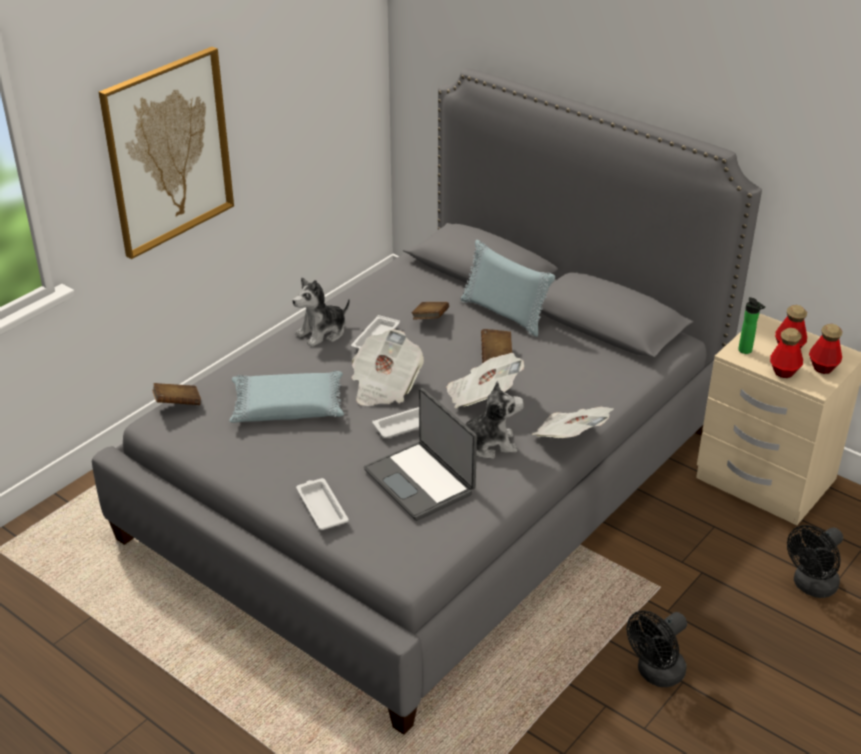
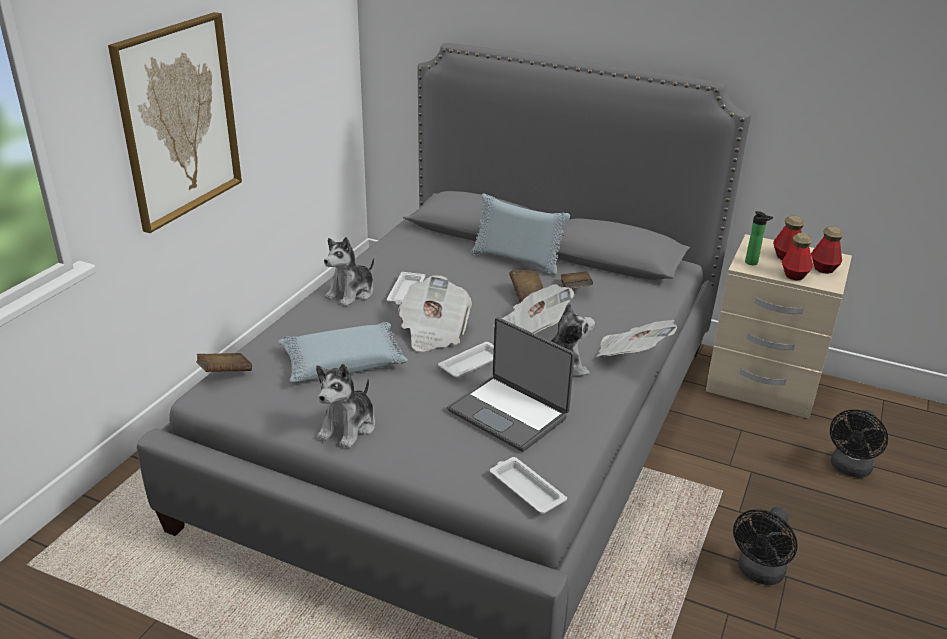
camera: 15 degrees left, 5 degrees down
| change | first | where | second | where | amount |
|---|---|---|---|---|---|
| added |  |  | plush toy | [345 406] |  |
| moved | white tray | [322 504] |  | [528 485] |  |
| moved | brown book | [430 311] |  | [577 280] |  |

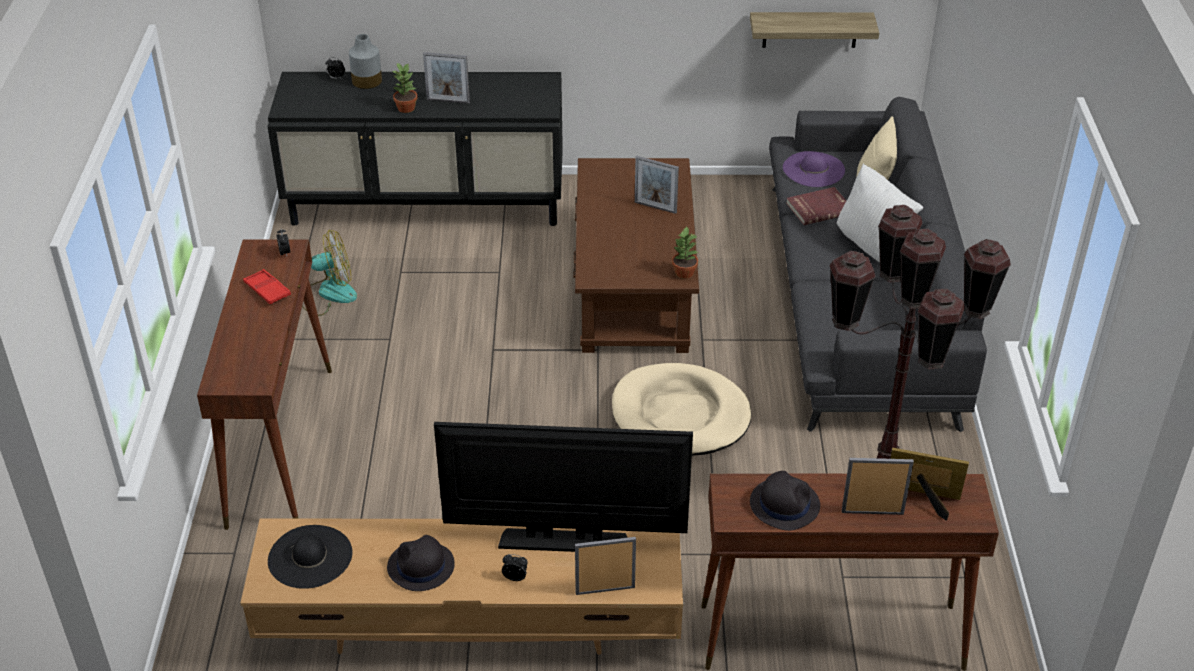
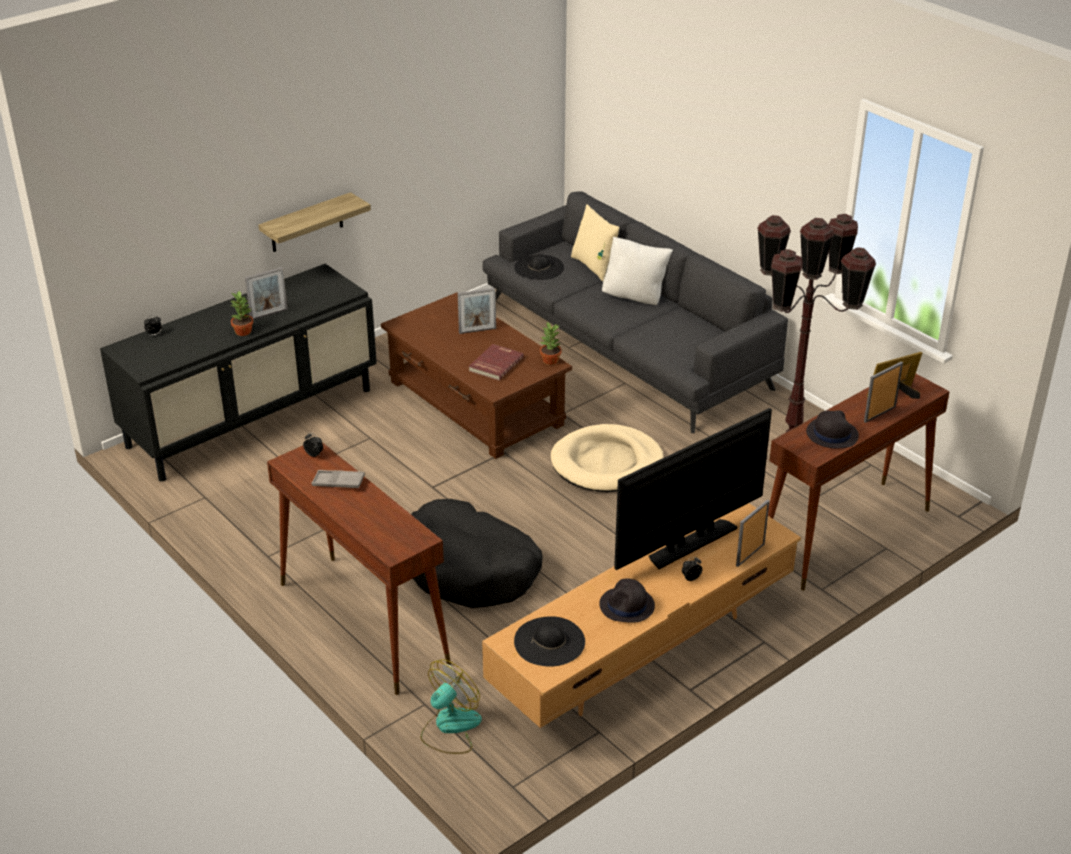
camera: 40 degrees left, 5 degrees down
| change | first | where | second | where | amount |
|---|---|---|---|---|---|
| removed | grey vase | [365 61] |  |  |  |
| added |  |  | black dog bed | [476 553] |  |
| moved | fan | [329 273] |  | [451 706] |  |
| moved | shelf | [814 30] |  | [314 222] |  |
| moved | red book | [816 206] |  | [496 362] |  |
| recoloured | red tray | [267 286] | grey tray | [338 479] |  |
| recoloured | purple hat | [814 169] | black hat | [539 267] |  |

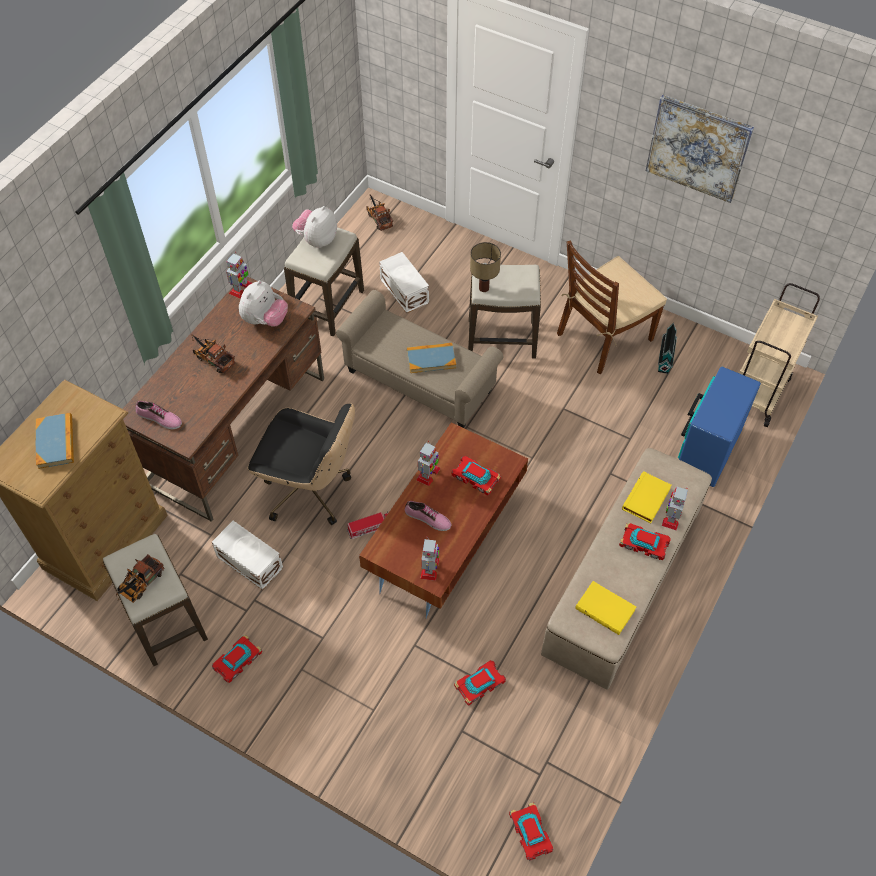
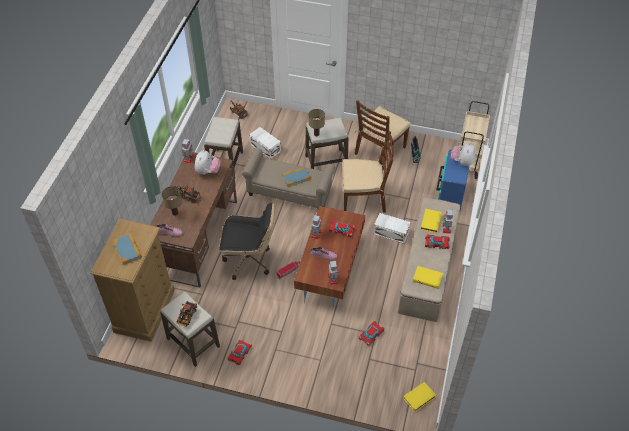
camera: 15 degrees left, 5 degrees down
| change | first | where | second | where | amount |
|---|---|---|---|---|---|
| removed | picture | [700 149] |  |  |  |
| added |  |  | table lamp | [172 201] |  |
| added |  |  | brown chair | [368 172] |  |
| moved | white storage box | [247 555] |  | [391 228] |  |
| moved | plush toy | [314 227] |  | [463 154] |  |
| replaced | toy car | [531 832] | yellow book | [419 397] |  |

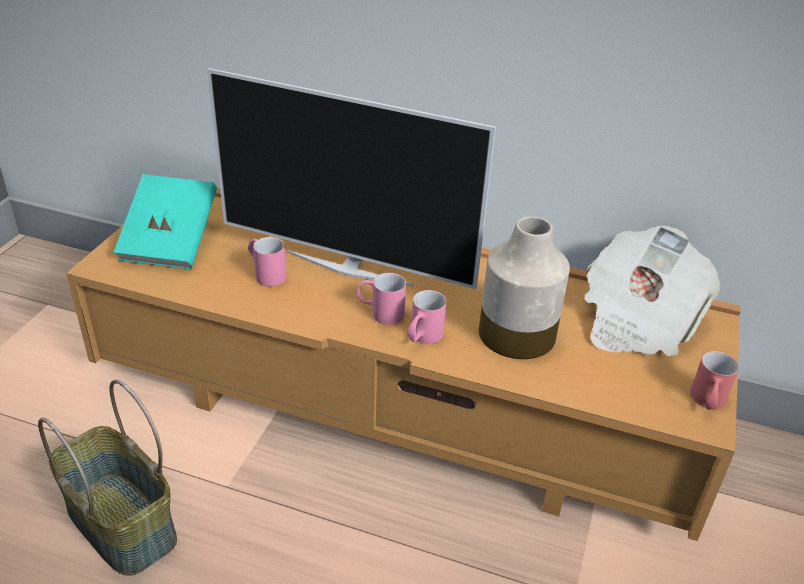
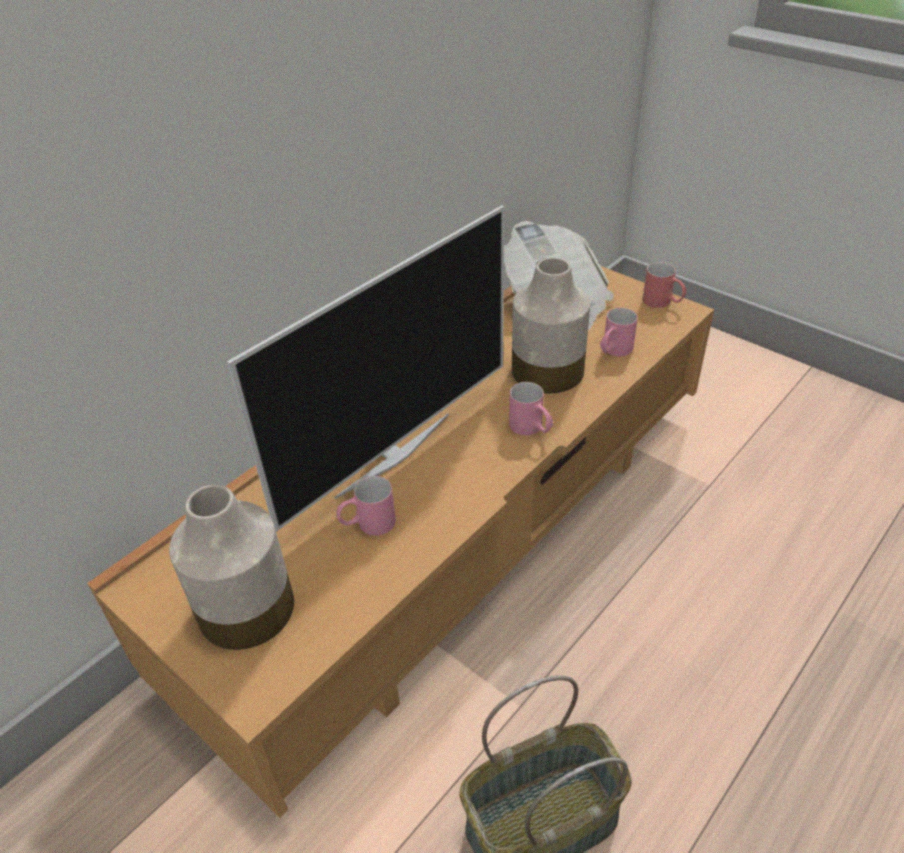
camera: 65 degrees left, 5 degrees up
| change | first | where | second | where | amount |
|---|---|---|---|---|---|
| moved | pink mug | [381 299] |  | [619 332] |  |
| replaced | turquoise book | [165 221] | beige vase | [231 567] |  |

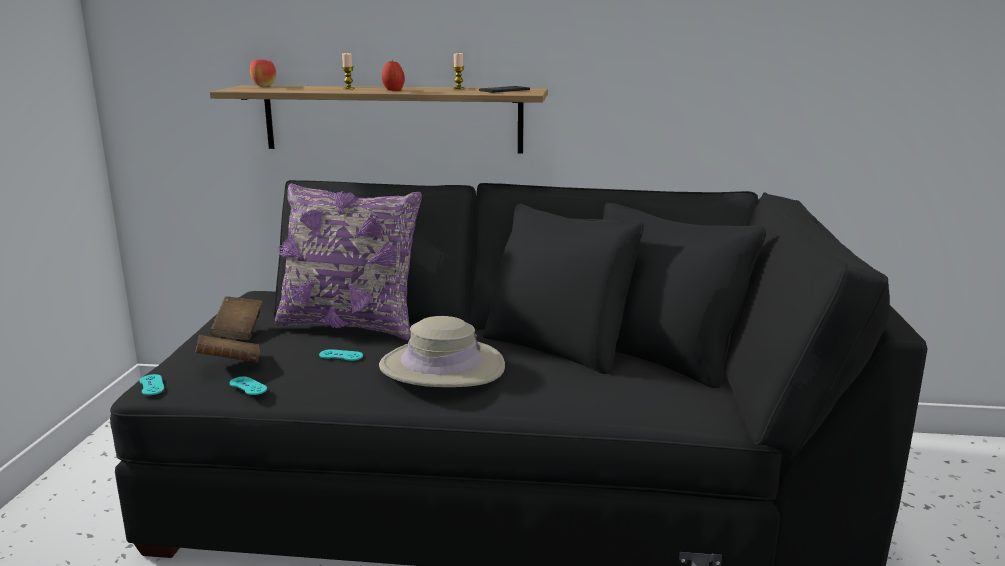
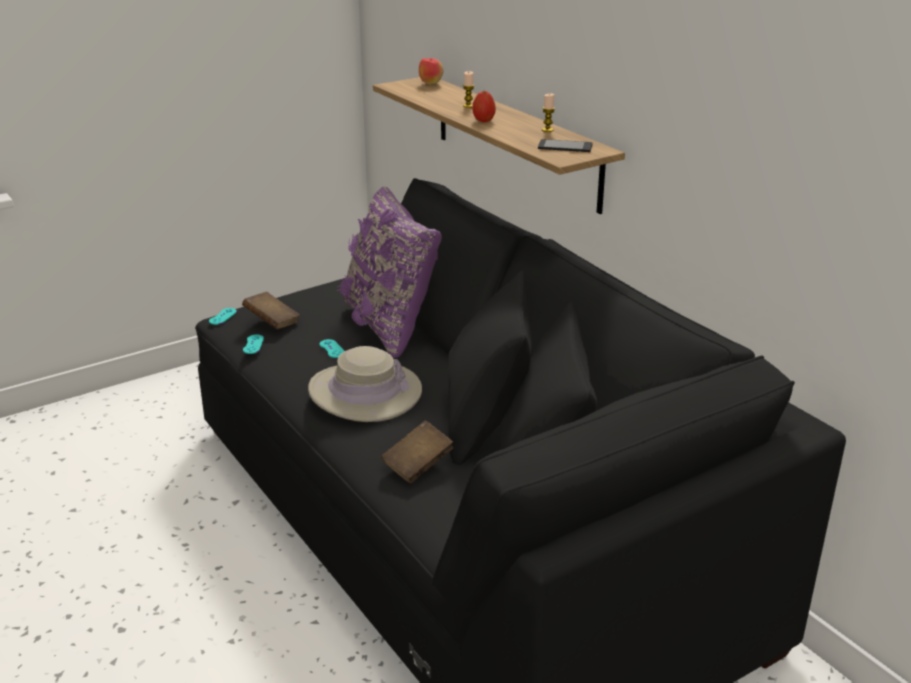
camera: 50 degrees right, 10 degrees up
| change | first | where | second | where | amount |
|---|---|---|---|---|---|
| moved | brown book | [236 318] |  | [417 452] |  |

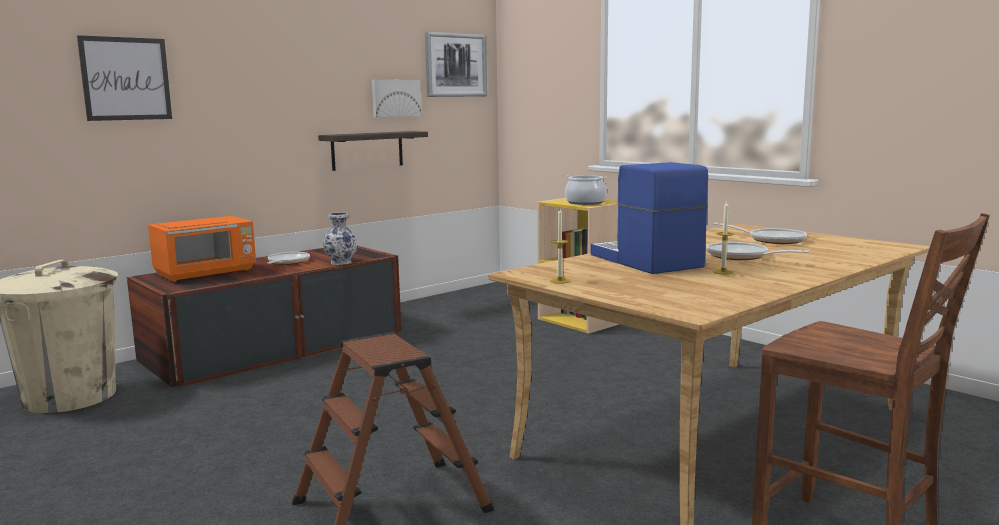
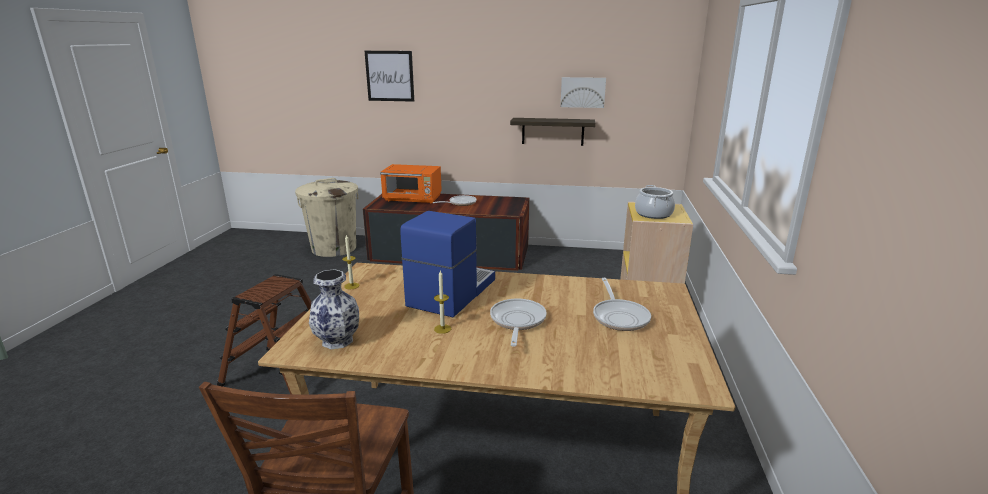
camera: 50 degrees right, 10 degrees up
| change | first | where | second | where | amount |
|---|---|---|---|---|---|
| removed | picture | [456 64] |  |  |  |
| moved | vase | [340 238] |  | [334 309] |  |

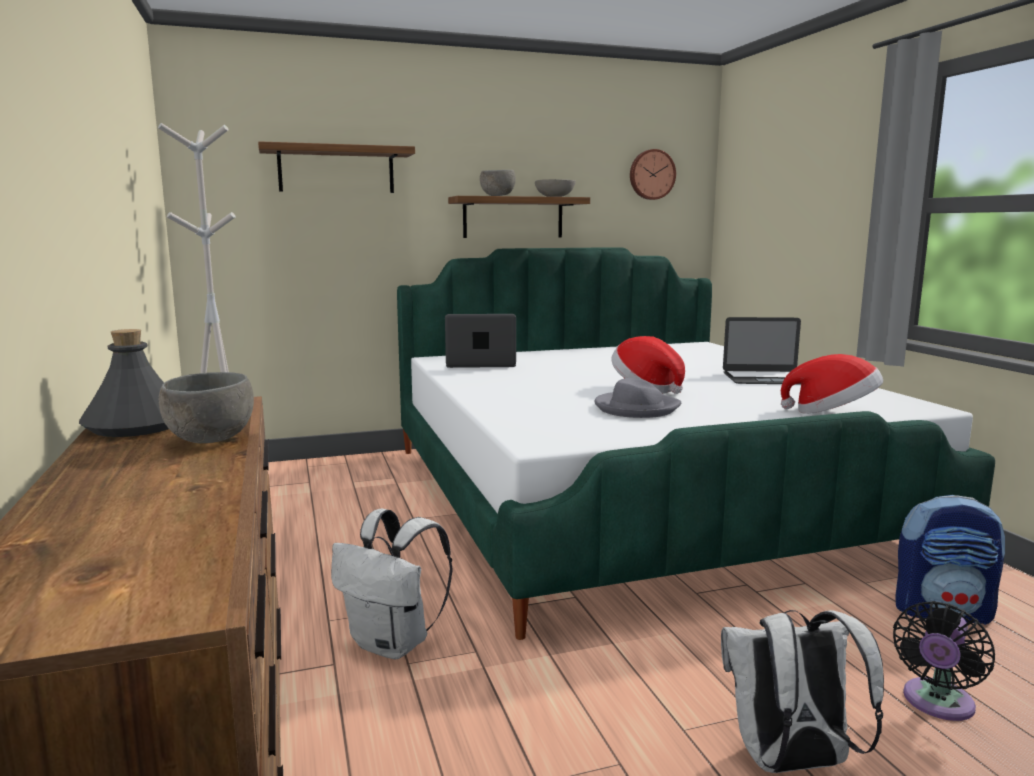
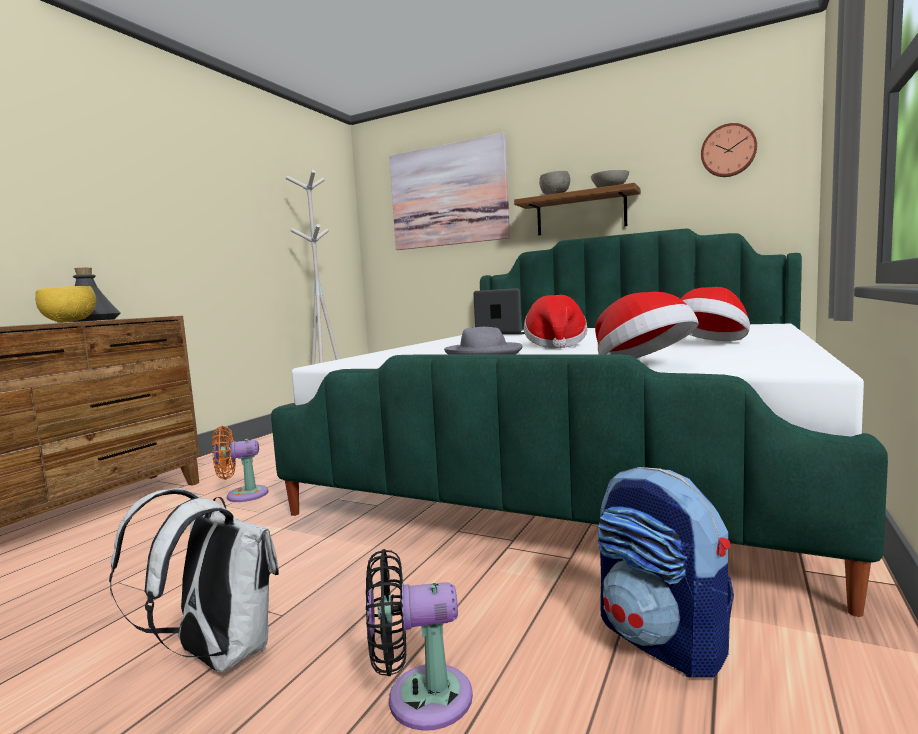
camera: 45 degrees right, 5 degrees down
| change | first | where | second | where | amount |
|---|---|---|---|---|---|
| replaced | shelf | [336 167] | picture | [449 191] |  |
| replaced | white backpack | [392 584] | orange fan | [240 464] |  |
| replaced | laptop | [762 351] | hat | [715 314] |  |
| recoloured | grey bowl | [206 407] | yellow bowl | [65 304] |  |

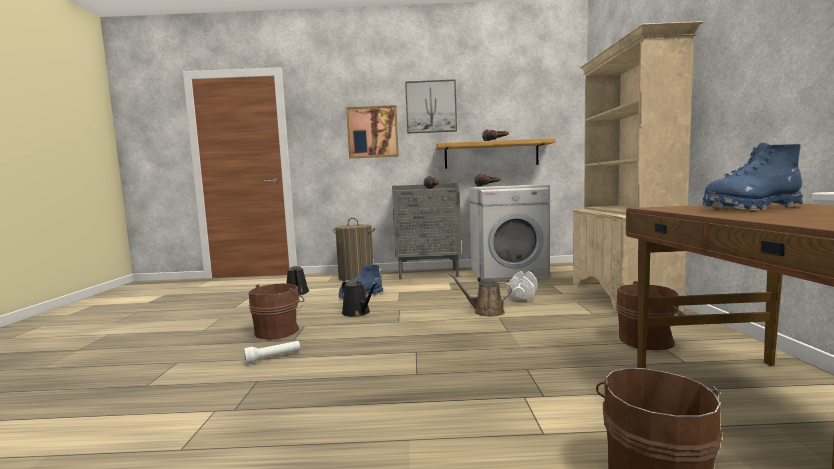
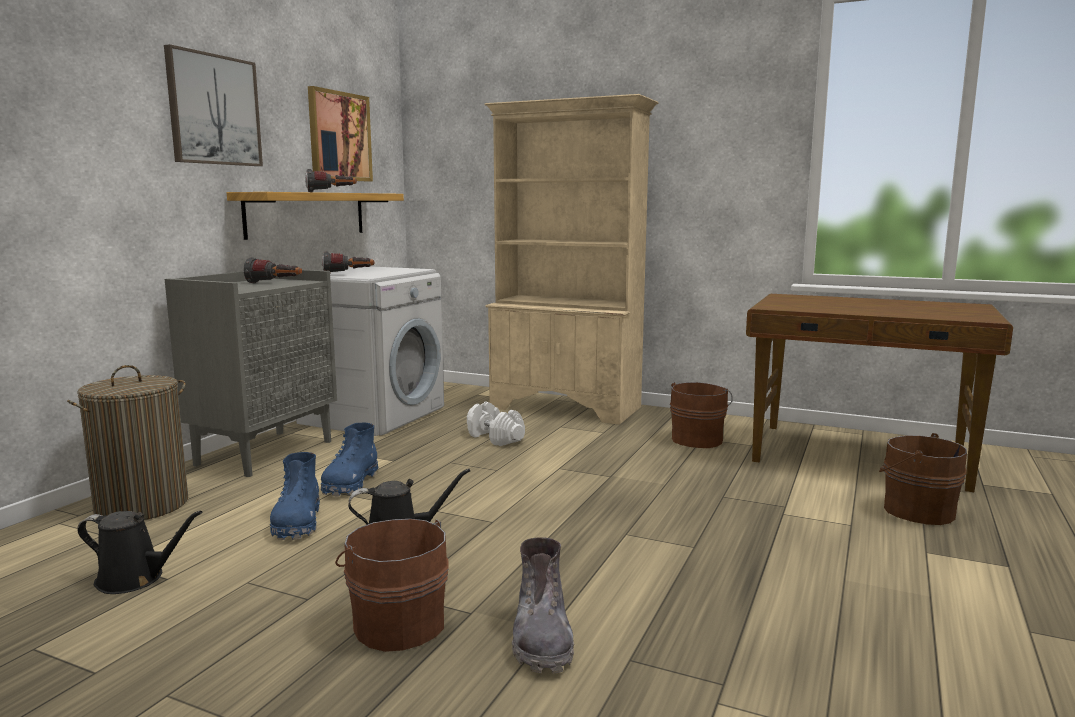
camera: 65 degrees left, 5 degrees up
| change | first | where | second | where | amount |
|---|---|---|---|---|---|
| removed | brown watering can | [480 295] |  |  |  |
| moved | picture | [372 132] |  | [340 134] |  |
| moved | blue boot | [753 176] |  | [349 460] |  |
| replaced | white flashlight | [272 353] | grey boot | [543 605] |  |

